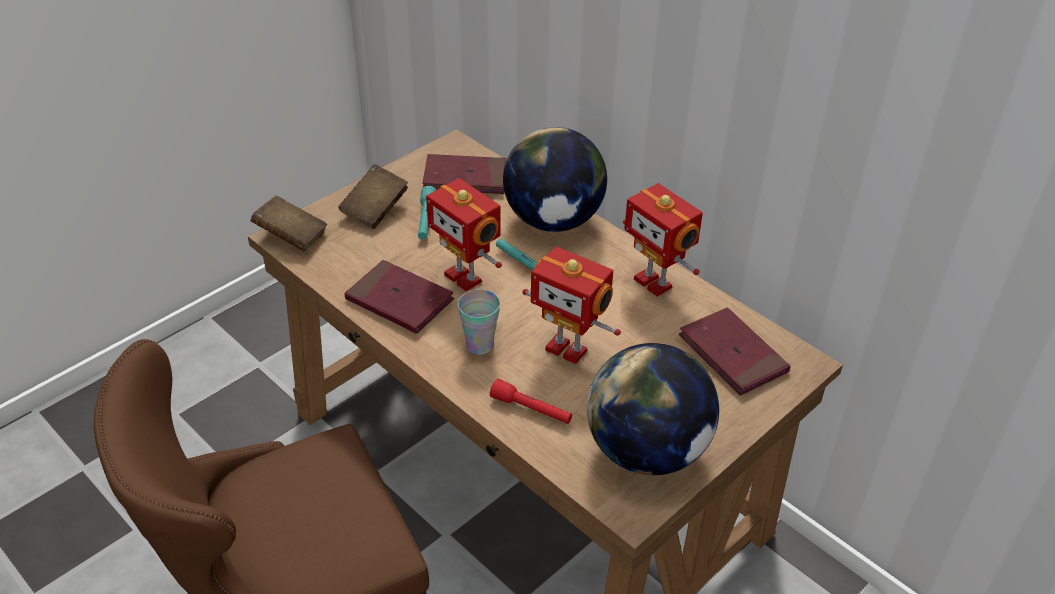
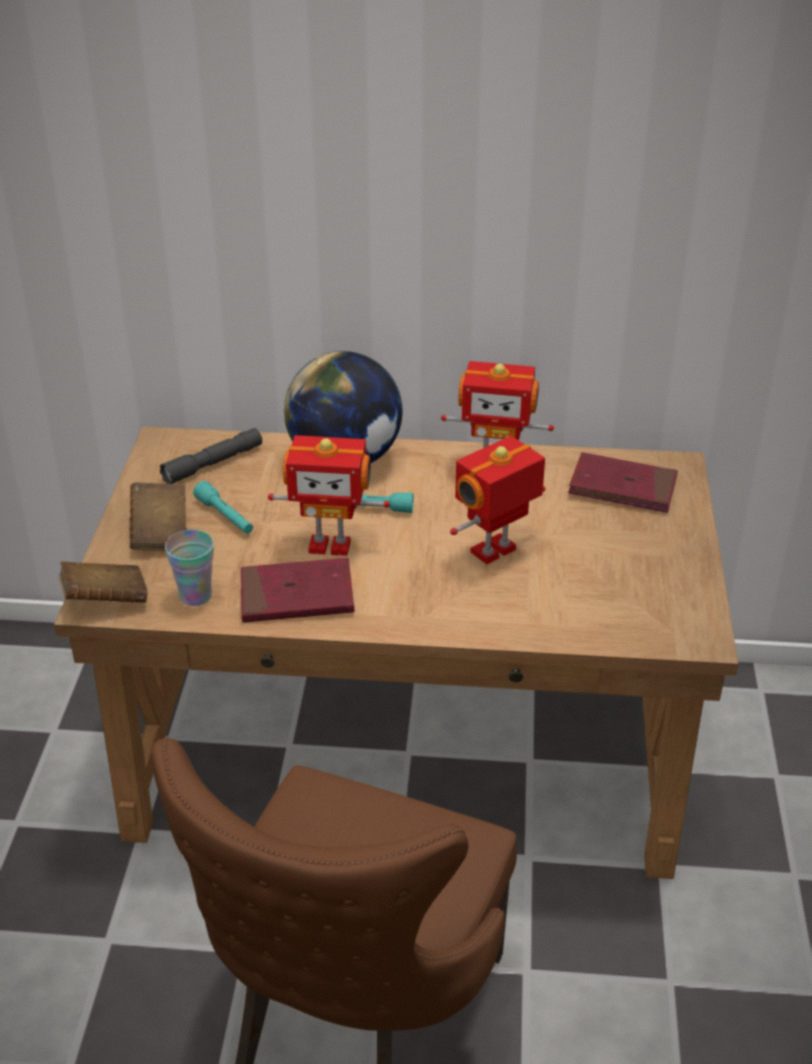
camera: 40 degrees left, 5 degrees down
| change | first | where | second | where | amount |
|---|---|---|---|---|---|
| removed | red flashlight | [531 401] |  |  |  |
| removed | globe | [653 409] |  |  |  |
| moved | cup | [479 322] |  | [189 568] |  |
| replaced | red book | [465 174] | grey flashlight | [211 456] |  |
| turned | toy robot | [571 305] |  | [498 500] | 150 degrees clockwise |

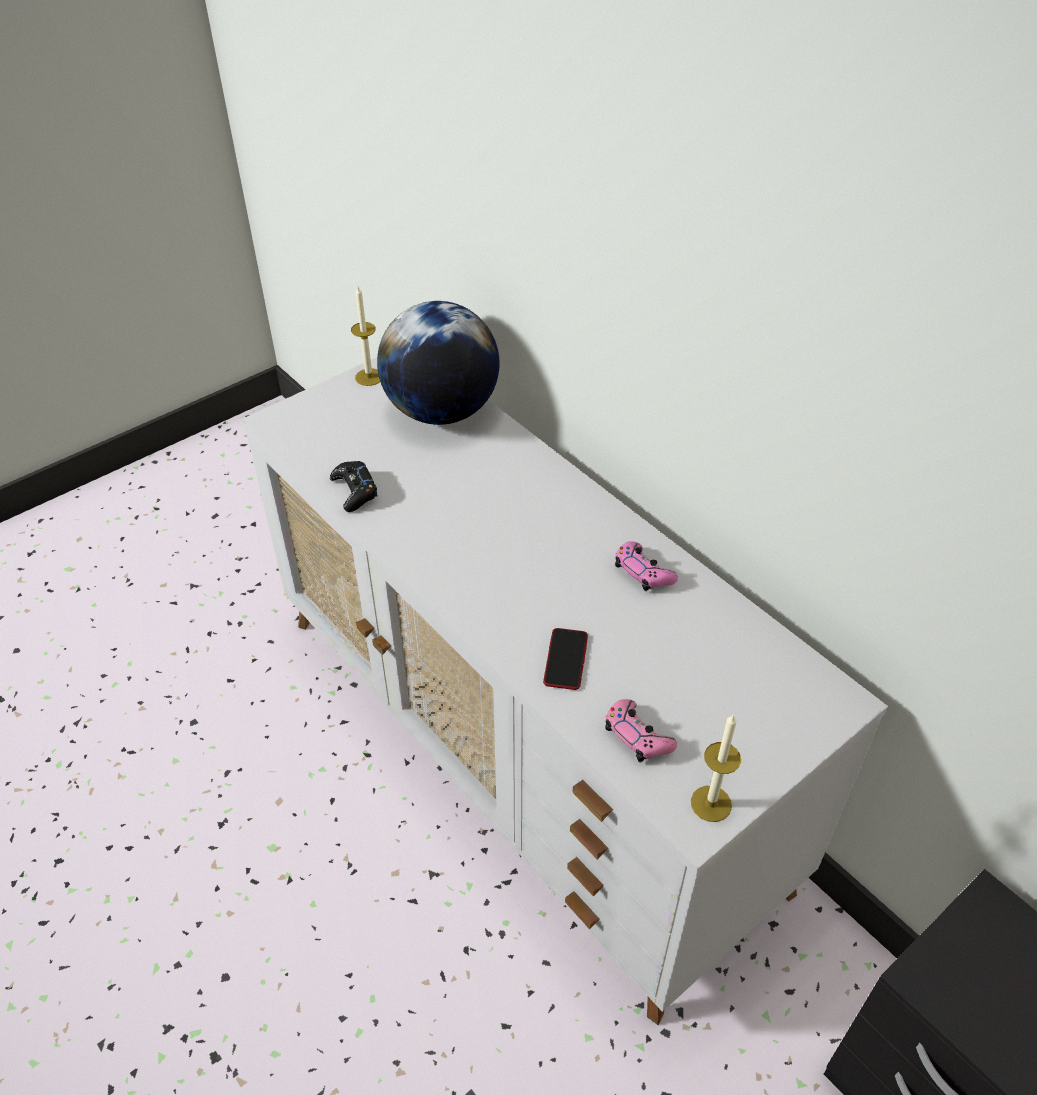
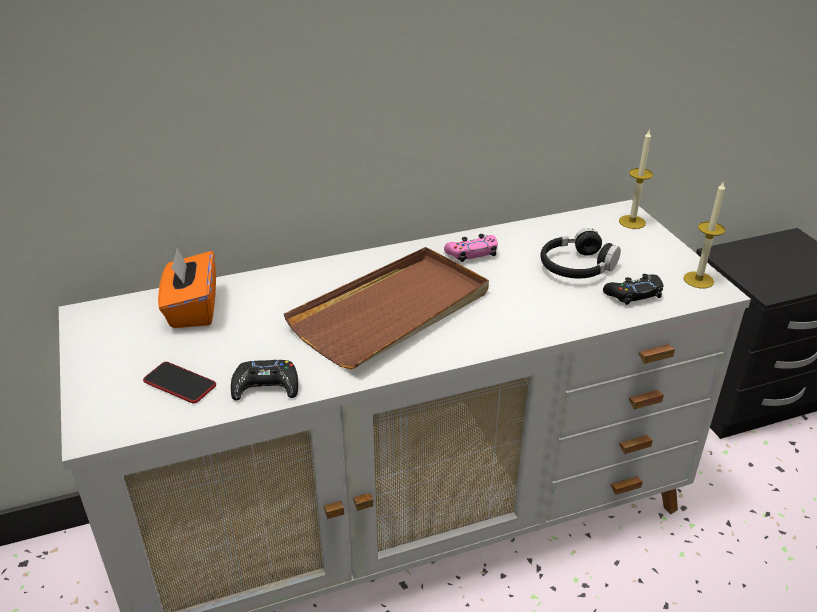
camera: 70 degrees left, 10 degrees down
| change | first | where | second | where | amount |
|---|---|---|---|---|---|
| added |  |  | brown tray | [386 308] |  |
| added |  |  | black headphones | [580 253] |  |
| moved | candle | [365 336] |  | [636 180] |  |
| moved | phone | [565 659] |  | [179 382] |  |
| replaced | globe | [438 363] | orange tissue box | [187 288] |  |
| recoloured | pink game controller | [641 730] | black game controller | [633 289] |  |

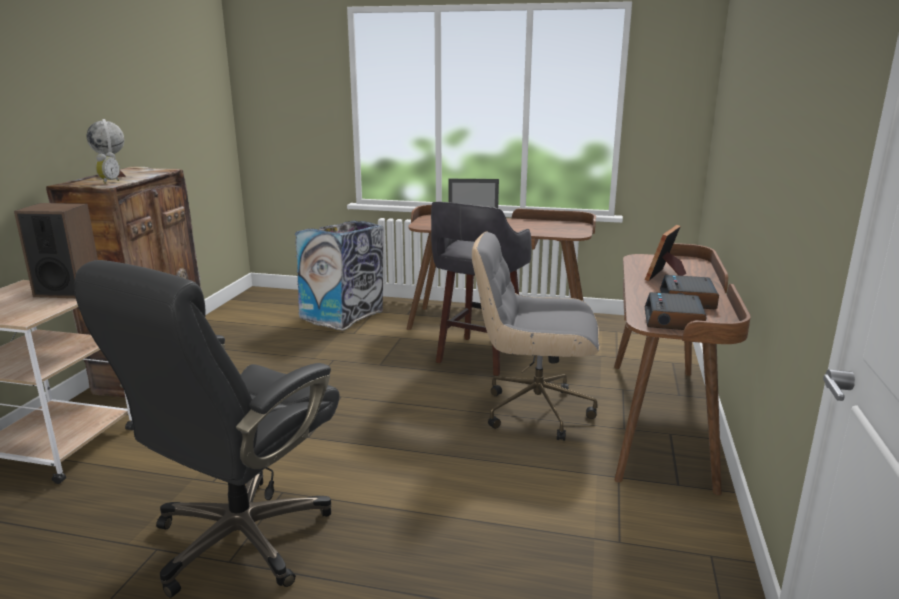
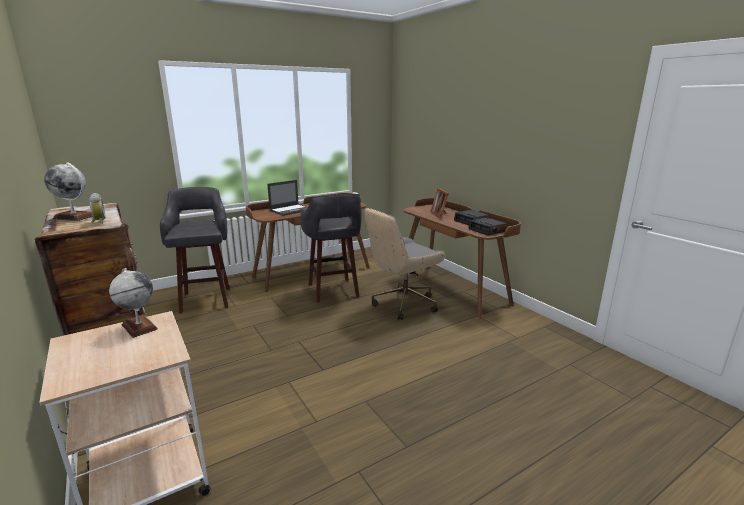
camera: 45 degrees left, 0 degrees up
| change | first | where | second | where | amount |
|---|---|---|---|---|---|
| removed | black office chair | [207 429] |  |  |  |
| replaced | speaker | [56 250] | globe | [133 303] |  |
| replaced | trash can | [339 275] | grey stool | [195 250] |  |

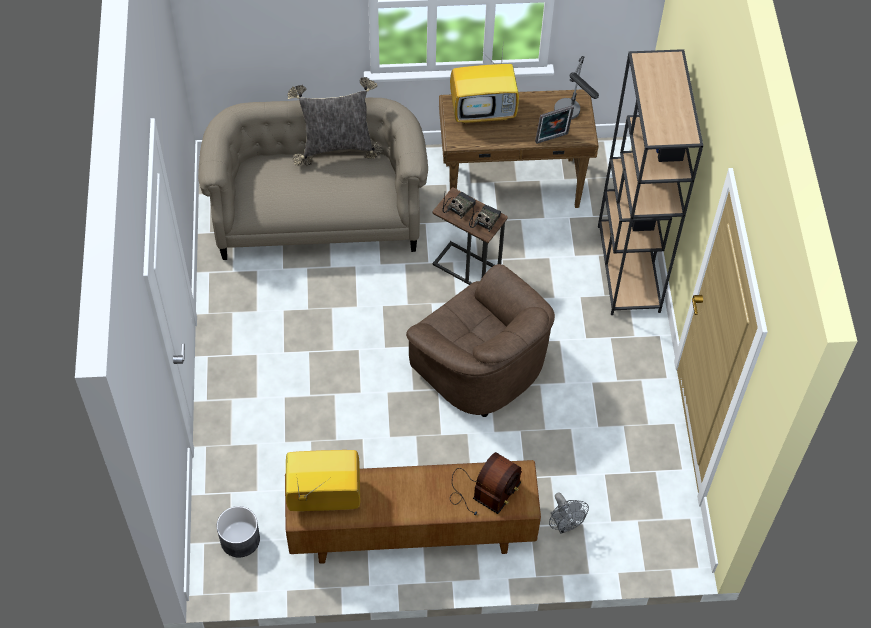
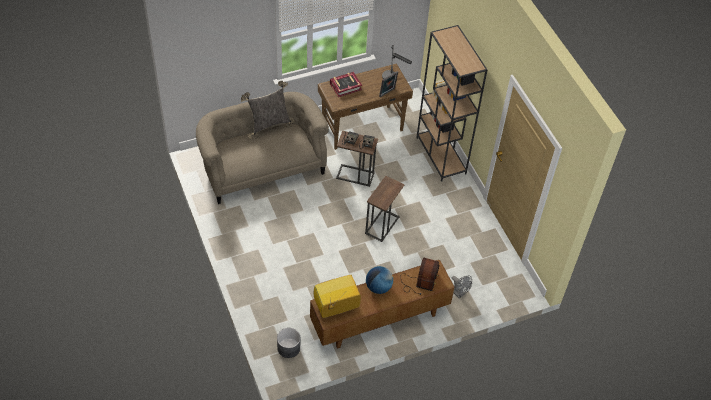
camera: 20 degrees left, 5 degrees down
| change | first | where | second | where | amount |
|---|---|---|---|---|---|
| added |  |  | globe | [380 280] |  |
| replaced | brown armchair | [480 340] | brown side table | [384 209] |  |
| replaced | television | [484 81] | book | [346 84] |  |

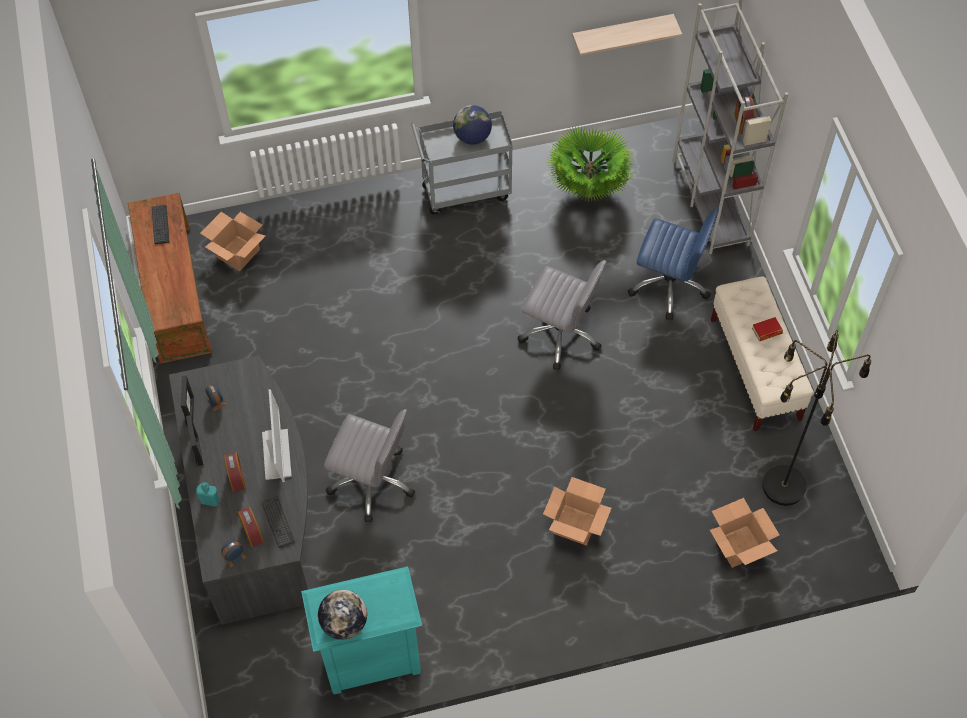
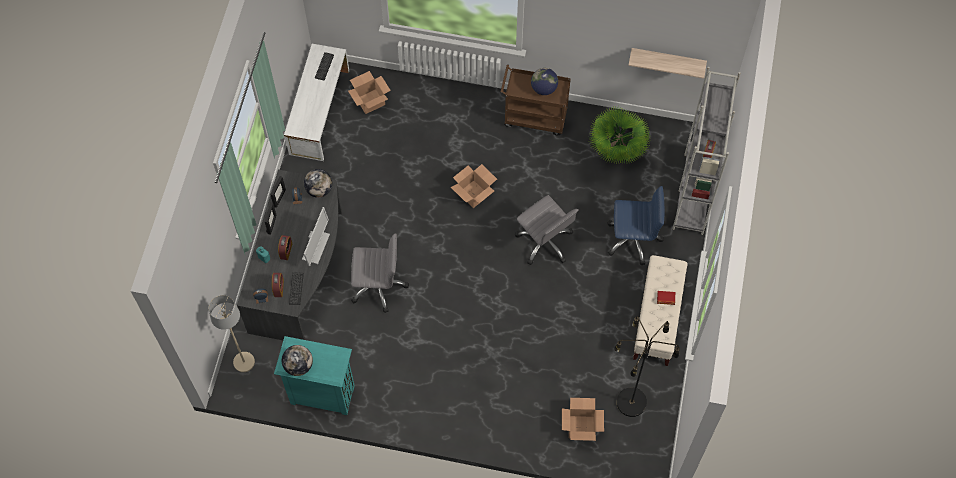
camera: 25 degrees right, 5 degrees up
| change | first | where | second | where | amount |
|---|---|---|---|---|---|
| added |  |  | beige floor lamp | [232 333] |  |
| added |  |  | globe | [318 183] |  |
| moved | cardboard box | [577 511] |  | [474 186] |  |
| recoloured | brown bench | [170 278] | white bench | [316 102] |  |
| recoloured | grey cart | [462 162] | brown cart | [535 100] |  |
| turned | grey office chair | [369 465] |  | [380 273] | 45 degrees counterclockwise |
| turned | blue office chair | [673 264] |  | [635 225] | 45 degrees counterclockwise |

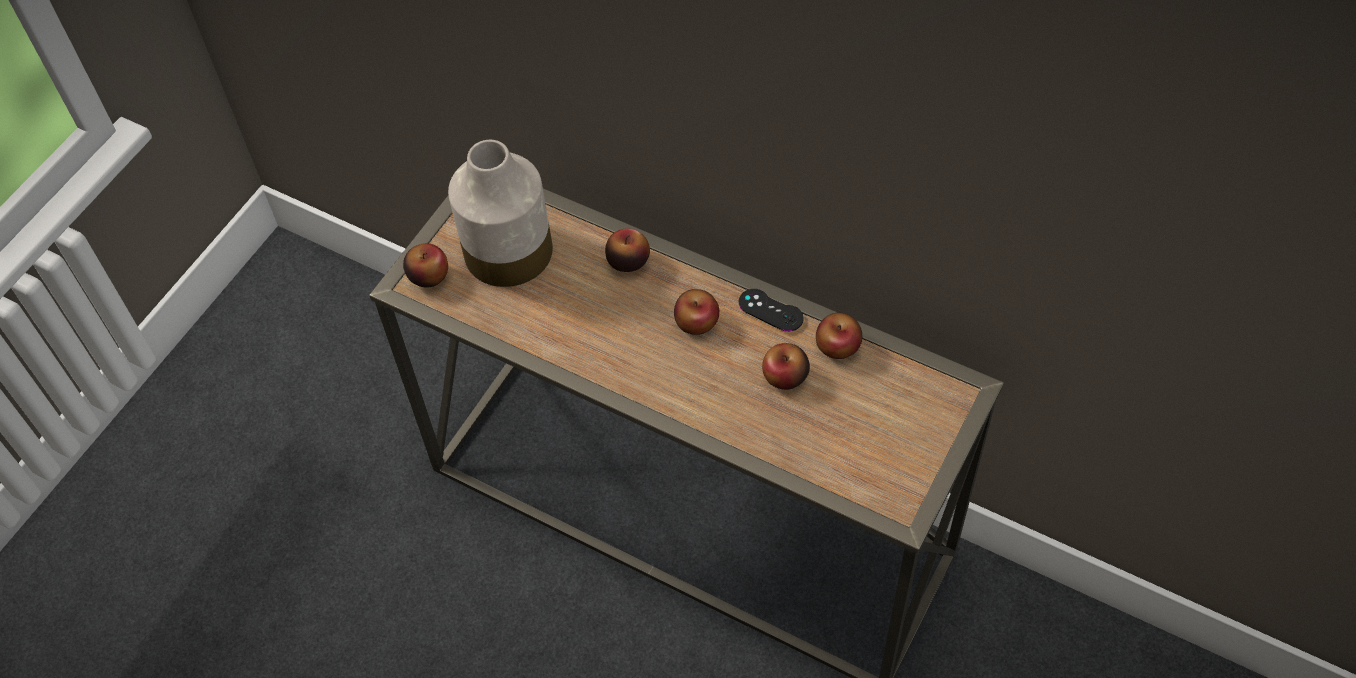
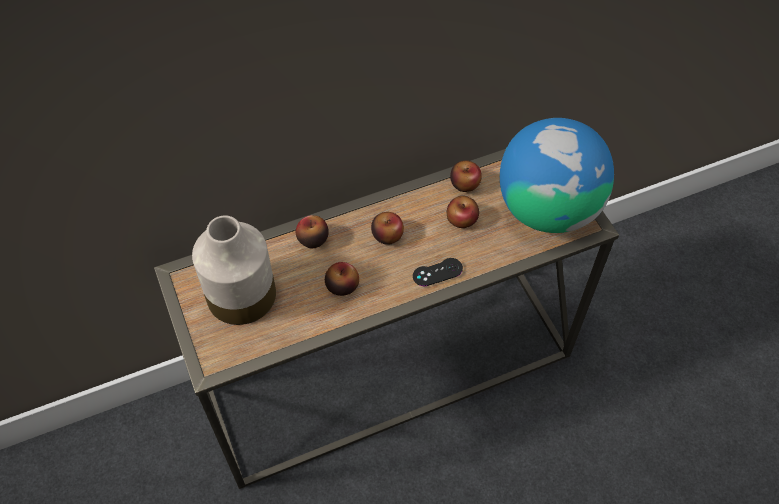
camera: 55 degrees left, 0 degrees up
| change | first | where | second | where | amount |
|---|---|---|---|---|---|
| added |  |  | globe | [557 175] |  |
| moved | apple | [425 265] |  | [342 279] |  |
| moved | black game controller | [771 310] |  | [438 272] |  |

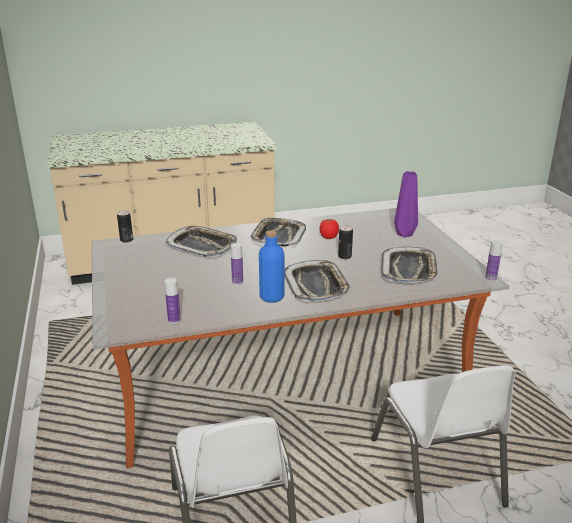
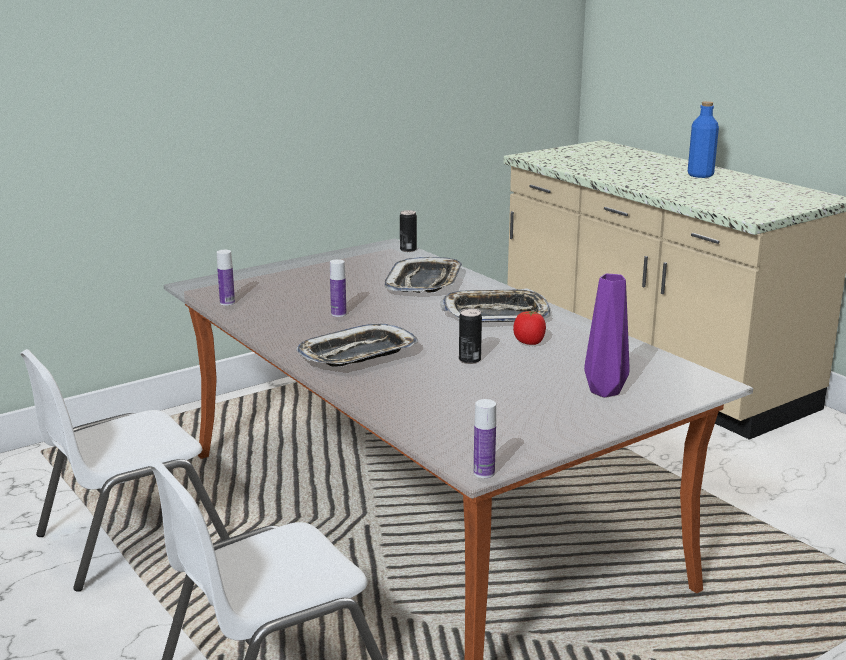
camera: 70 degrees right, 5 degrees down
| change | first | where | second | where | amount |
|---|---|---|---|---|---|
| removed | tray | [409 265] |  |  |  |
| moved | blue bottle | [271 266] |  | [703 139] |  |

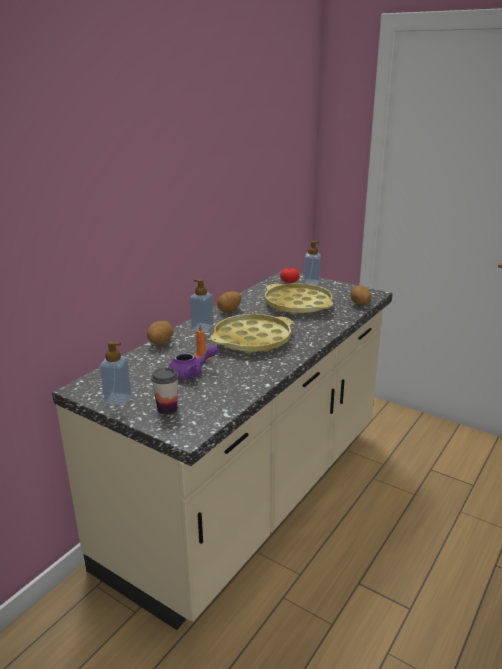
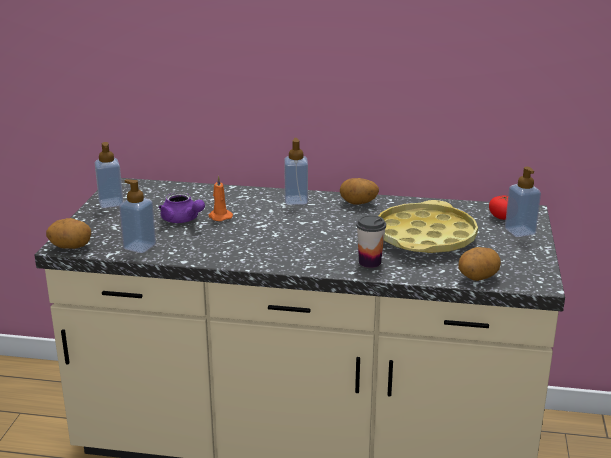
camera: 65 degrees right, 0 degrees up
| change | first | where | second | where | amount |
|---|---|---|---|---|---|
| removed | yellow tray | [251 334] |  |  |  |
| added |  |  | soap dispenser | [137 216] |  |
| moved | potato | [160 333] |  | [68 233] |  |
| moved | cup | [164 391] |  | [371 241] |  |

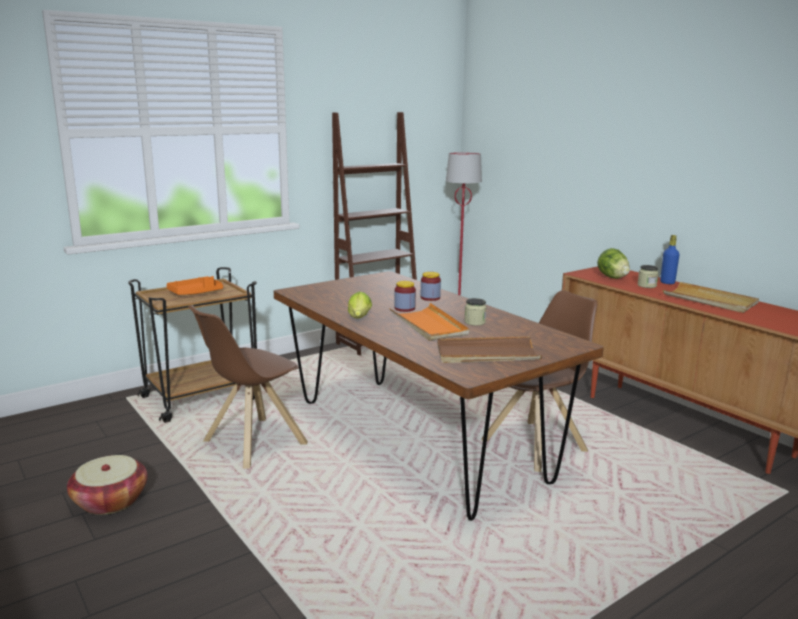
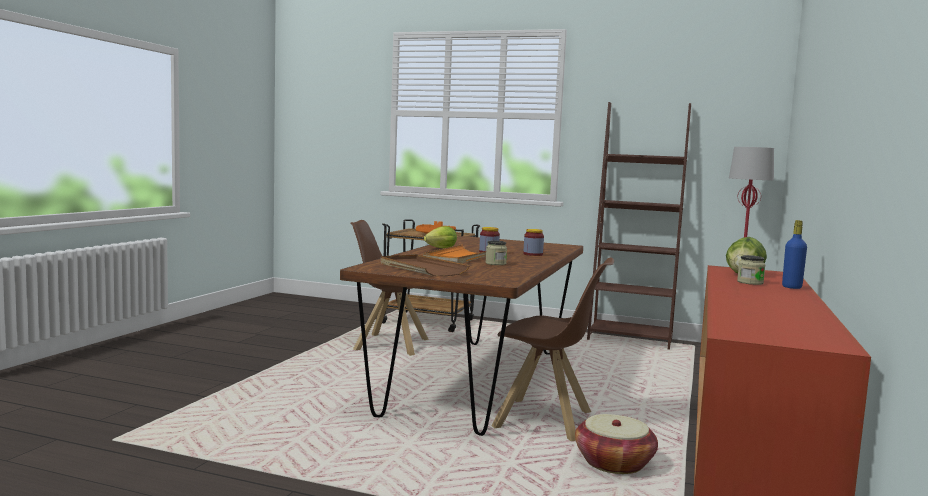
camera: 55 degrees right, 10 degrees down
| change | first | where | second | where | amount |
|---|---|---|---|---|---|
| removed | beige tray | [711 297] |  |  |  |
| moved | basket | [107 485] |  | [616 444] |  |

